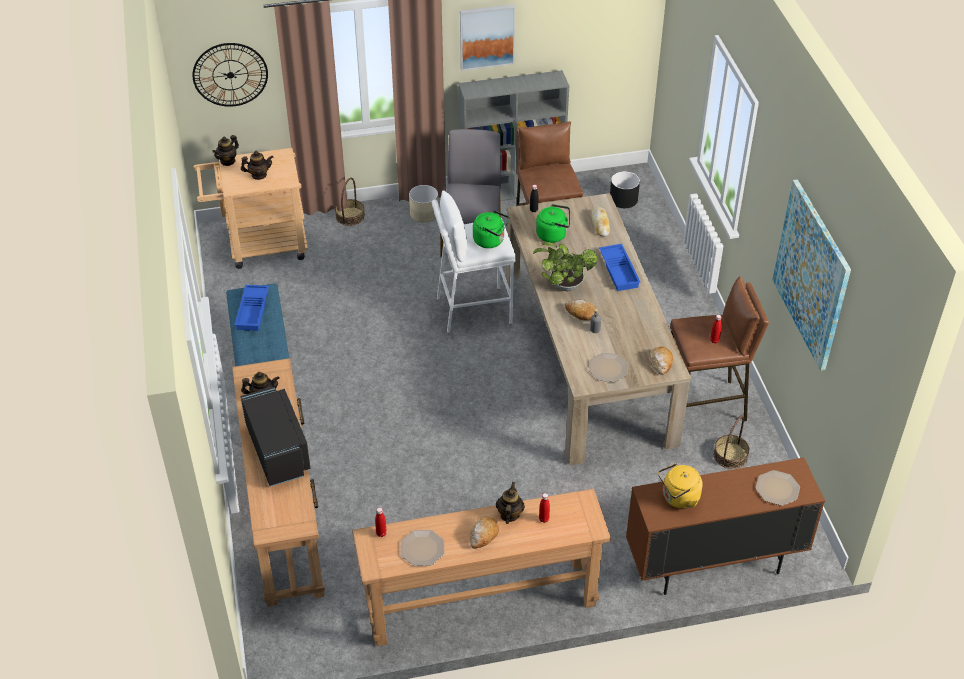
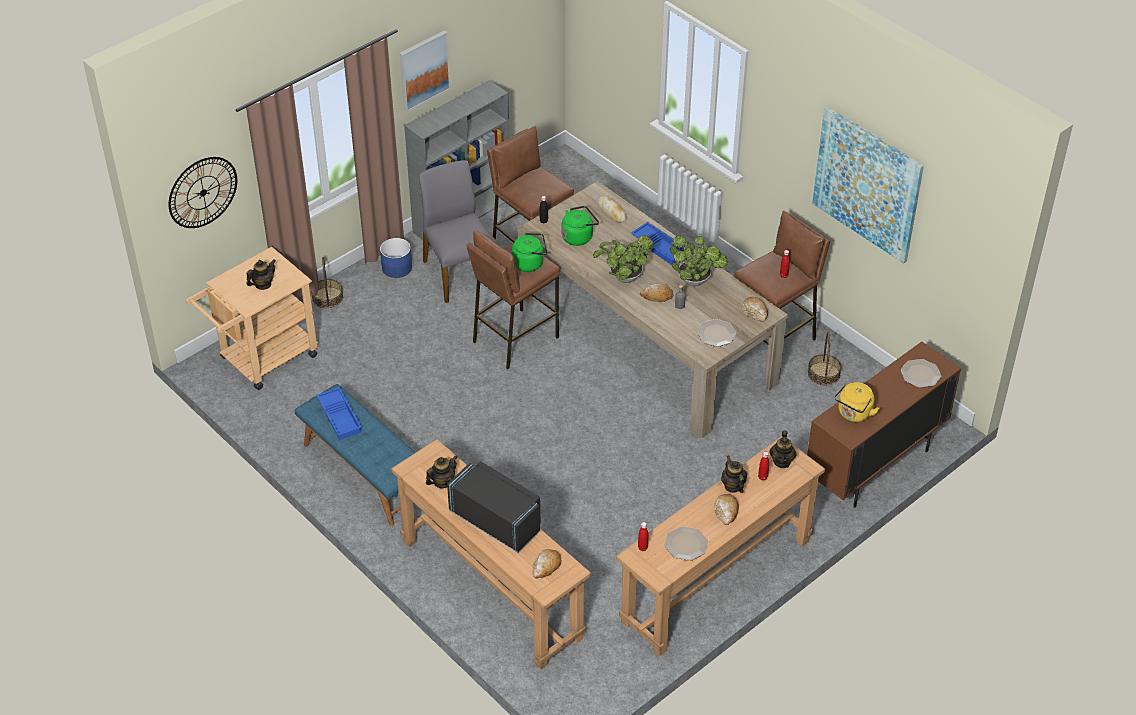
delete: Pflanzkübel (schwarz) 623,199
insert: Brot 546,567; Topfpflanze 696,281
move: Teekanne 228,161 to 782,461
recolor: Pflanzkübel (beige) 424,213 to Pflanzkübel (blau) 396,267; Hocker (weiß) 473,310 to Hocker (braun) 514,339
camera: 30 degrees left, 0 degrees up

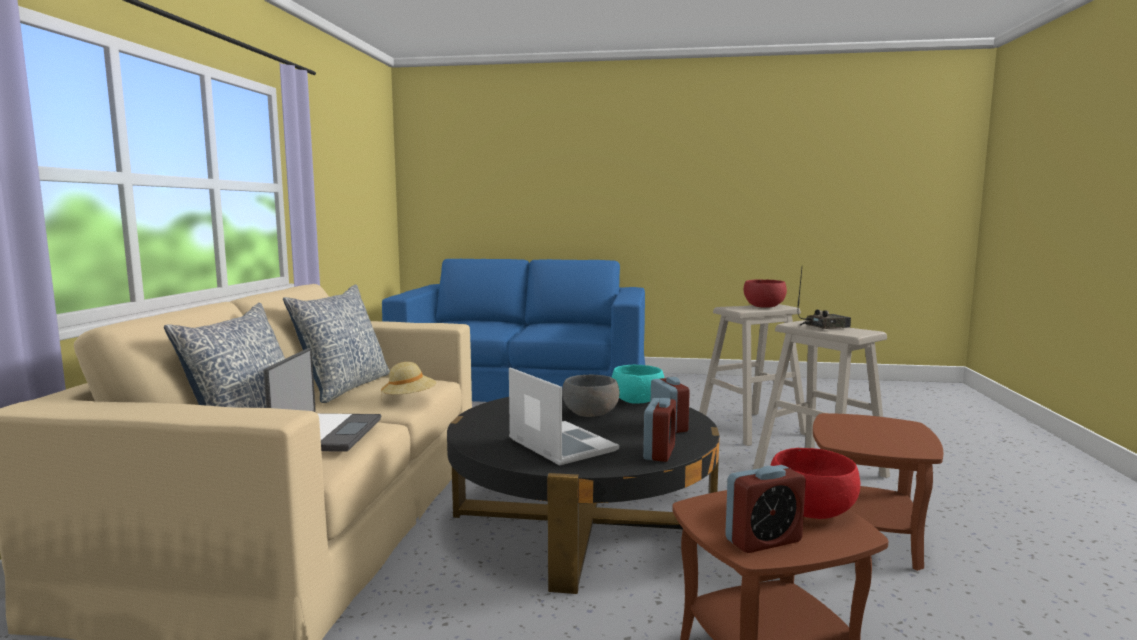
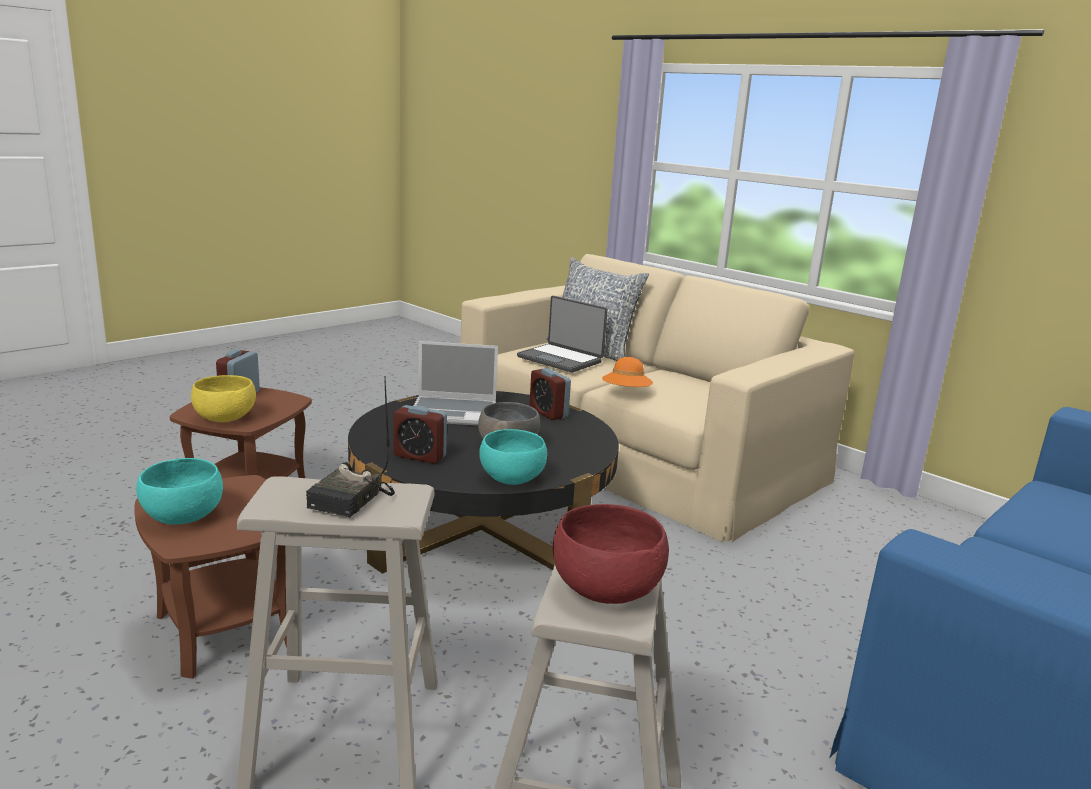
delete: Kissen 344,387
insert: Schüssel (türkis) 183,515
move: Wecker 659,453 to 548,413
recolor: Schüssel (rot) 812,510 to Schüssel (gelb) 225,418; Hut (beige) 409,399 to Hut (orange) 626,392
camera: 125 degrees right, 10 degrees up

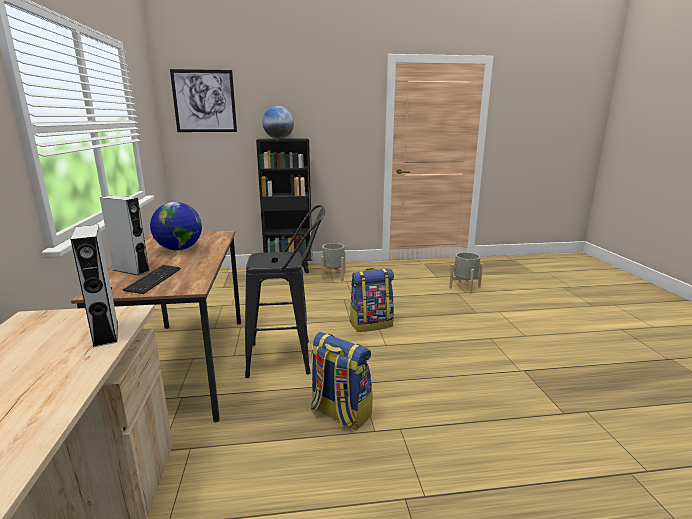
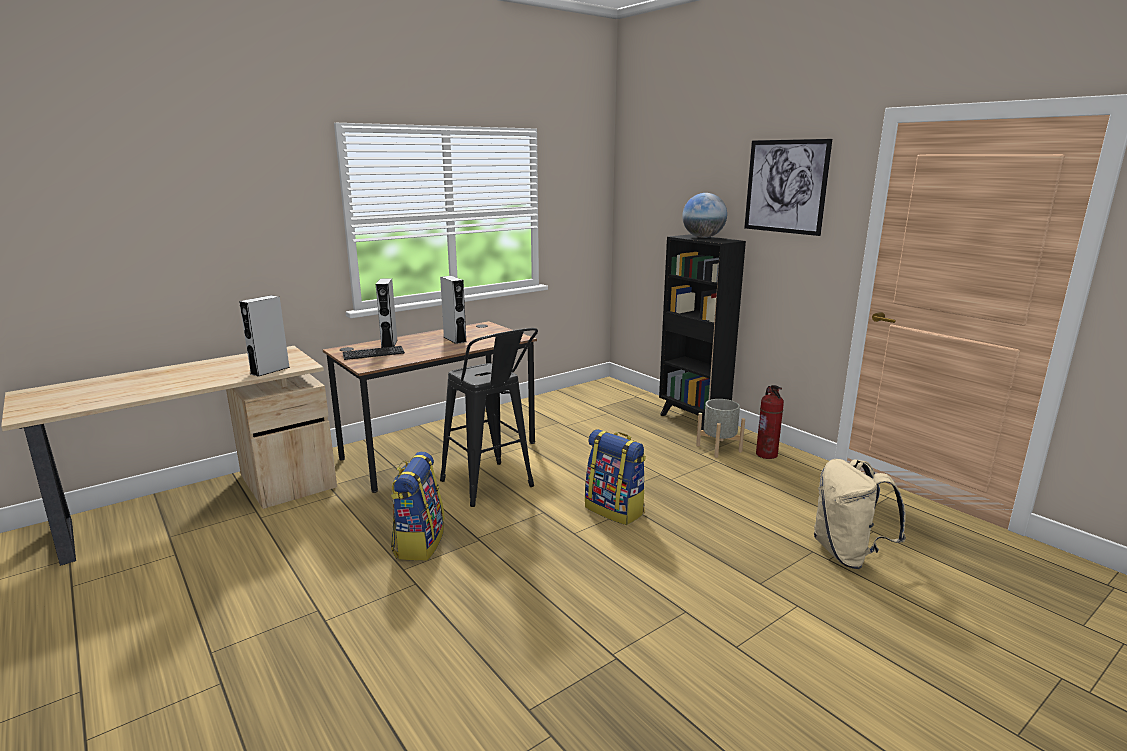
insert: Feuerlöscher 767,454
move: Bild 204,101 to 785,186
replace: Globus 179,249 to Lautsprecher (grau) 455,339; Pflanzkübel (grau) 464,287 to Rucksack (beige) 848,554
camera: 60 degrees right, 0 degrees up

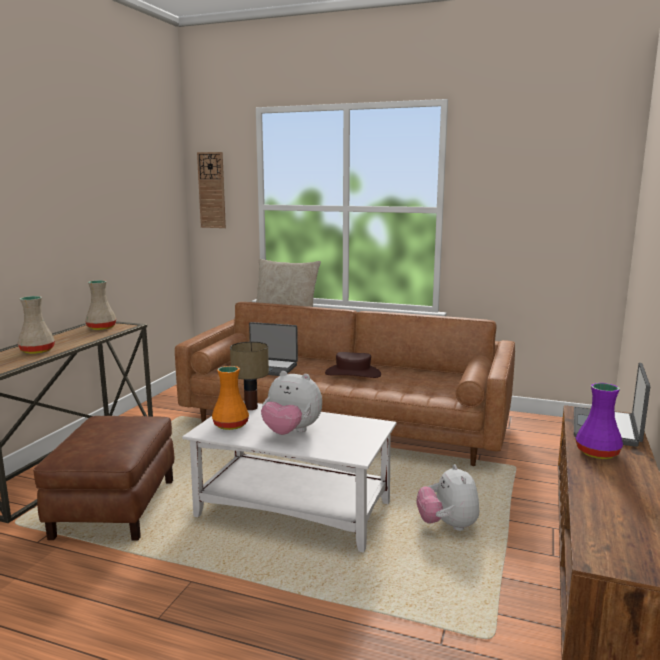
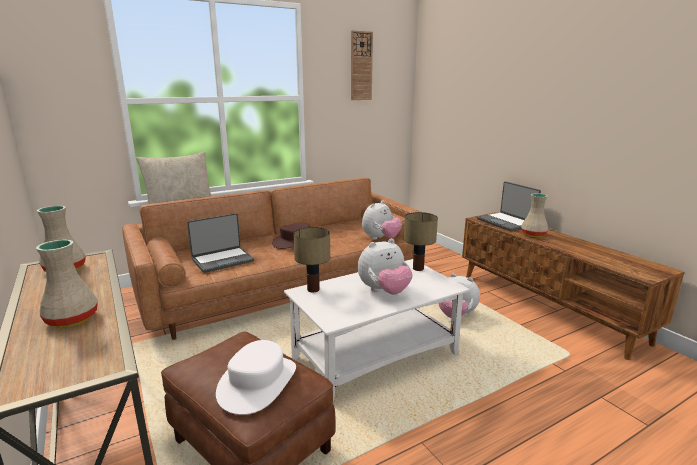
delete: Vase (orange) 230,425
insert: Hut (weiß) 257,383; Plüschtier 380,239; Tischlampe 417,269
move: Wanduhr 212,190 to 361,66
recolor: Vase (lila) 596,453 to Vase (beige) 533,235
camera: 50 degrees left, 5 degrees up

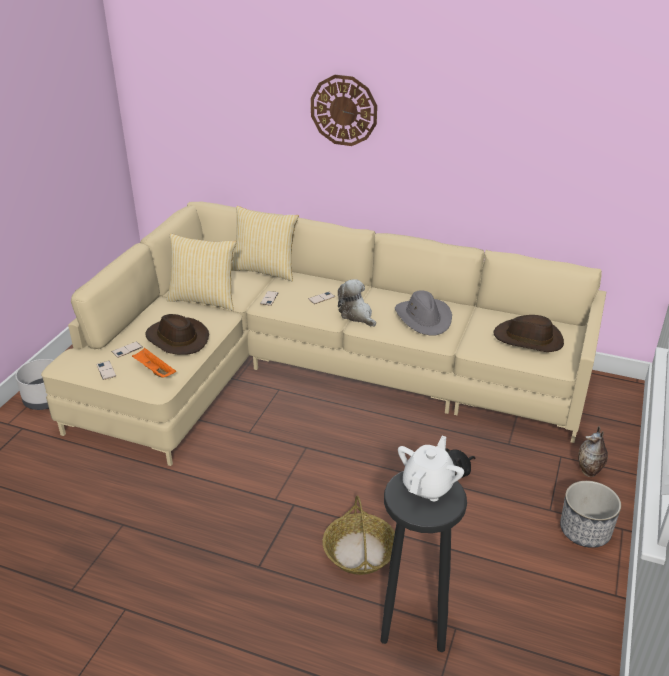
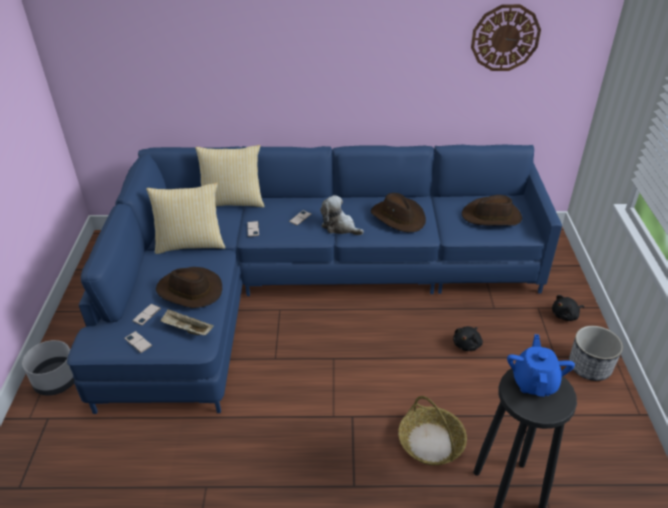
move: Wanduhr 344,110 to 505,38
replace: Vase 589,472 to Plüschtier (schwarz) 565,315
recolor: Sofa (beige) 312,370 to Sofa (blau) 299,283; Tablett (orange) 154,371 to Tablett (beige) 187,329; Hut (grau) 424,318 to Hut (braun) 398,217; Teekanne (weiß) 428,486 to Teekanne (blau) 534,382
camera: 20 degrees left, 5 degrees up

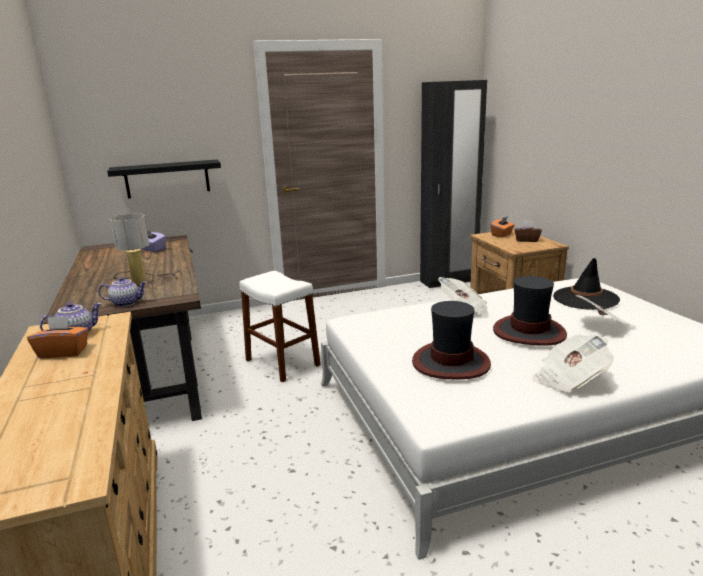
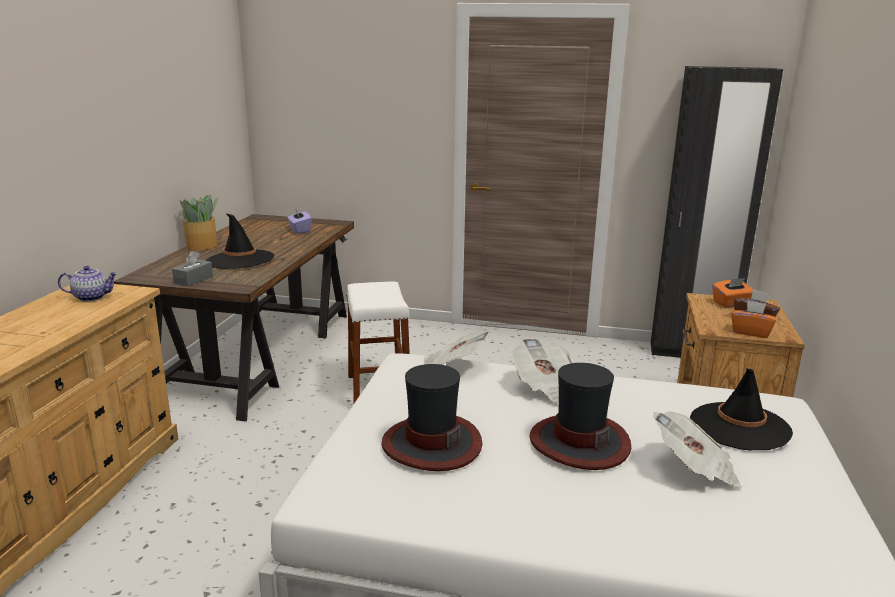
delete: Wandregal (schwarz) 167,179
insert: Topfpflanze 202,246
move: Zeitung 569,379 to 453,366; Taschentuchbox (orange) 63,352 to 750,332
replace: Teekanne 126,303 to Taschentuchbox (grau) 193,279; Tischlampe 141,280 to Hut (schwarz) 240,260
camera: 30 degrees right, 0 degrees up

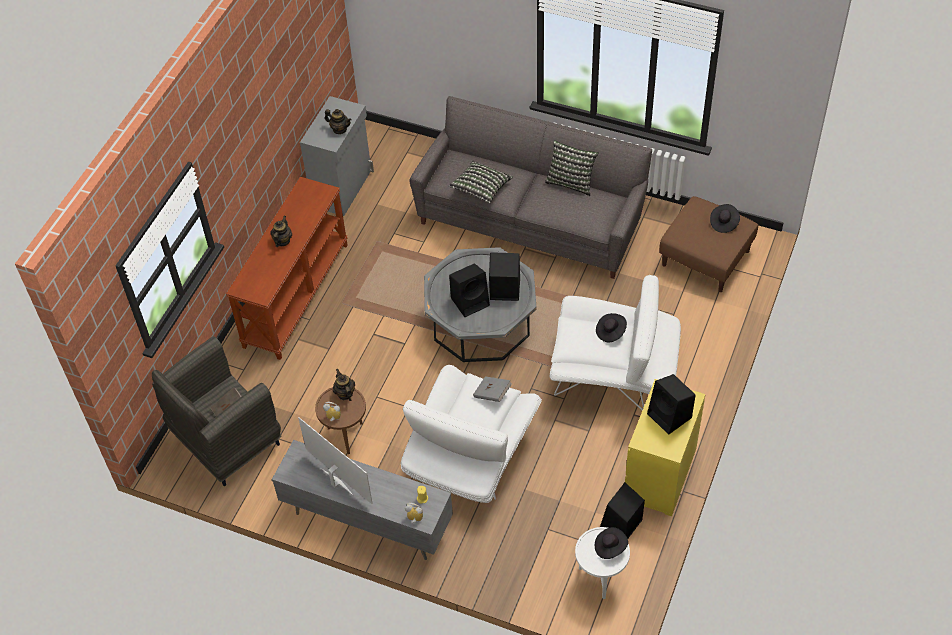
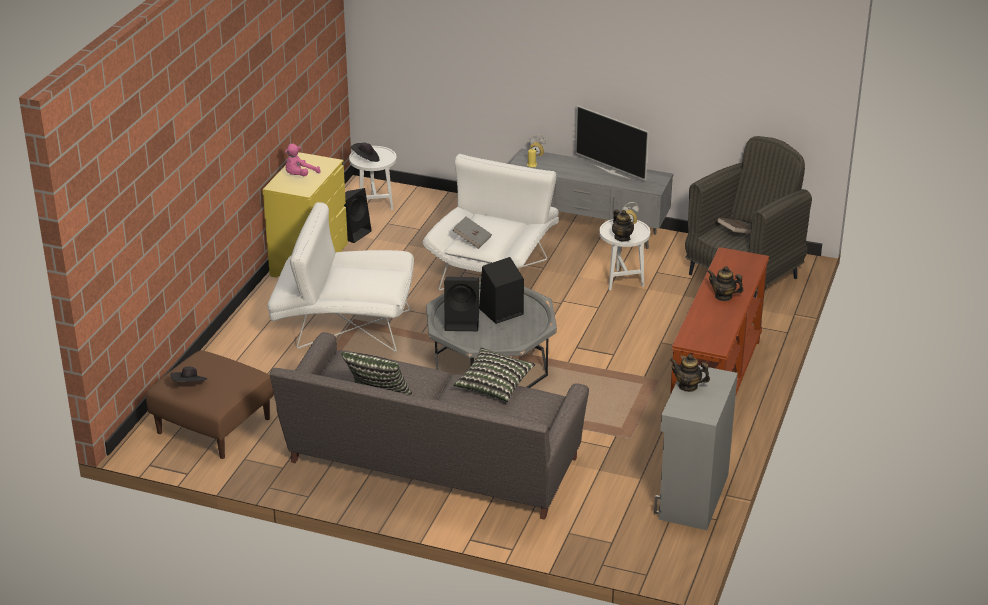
delete: Hut (schwarz) 610,332
replace: Lautsprecher (schwarz) 670,416 to Plüschtier (rosa) 300,176
recolor: Beistelltisch (braun) 346,437 to Beistelltisch (weiß) 622,280
rotate: Teekanne 282,241 = 723,296 105 degrees clockwise
camera: 175 degrees right, 20 degrees down

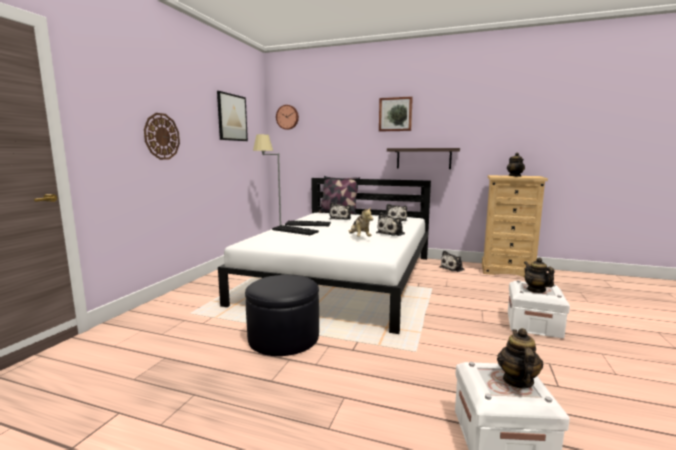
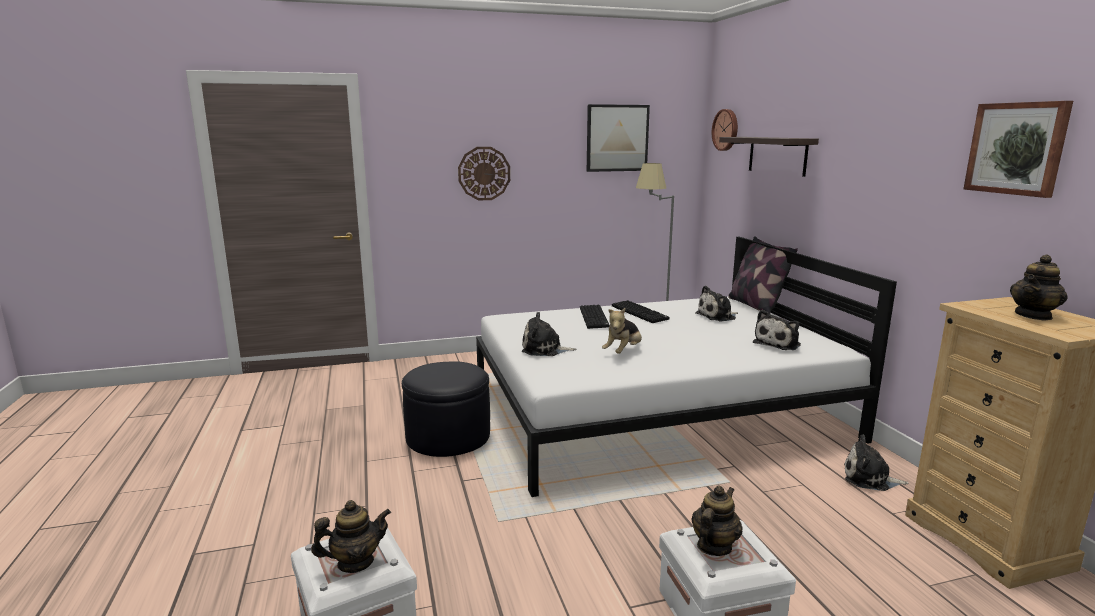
move: Plüschtier 392,233 to 544,349; Wandregal 423,158 to 777,155; Bild 395,114 to 1017,148
camera: 55 degrees right, 5 degrees up

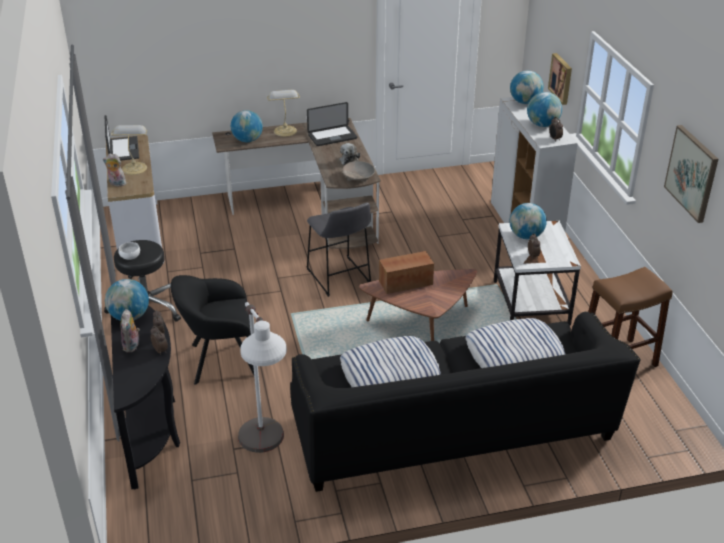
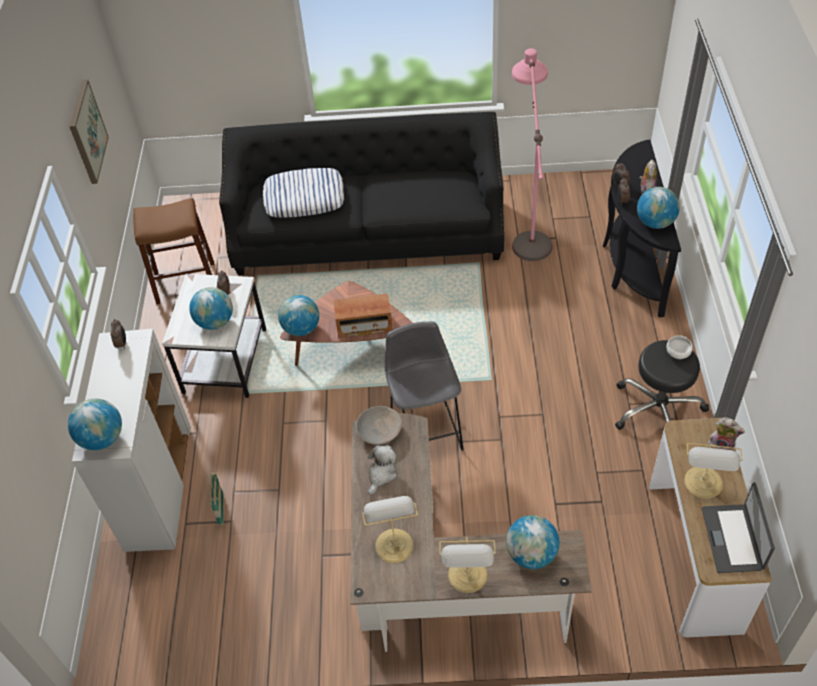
delete: Sessel (schwarz) 220,360; Kissen 389,372; Bild 561,78
insert: Korb 221,509
move: Globus 542,125 to 301,328
replace: Laptop 332,137 to Tischlampe 393,543
recolor: Stehlampe (weiß) 266,459 to Stehlampe (rosa) 528,226
camera: 165 degrees left, 15 degrees up

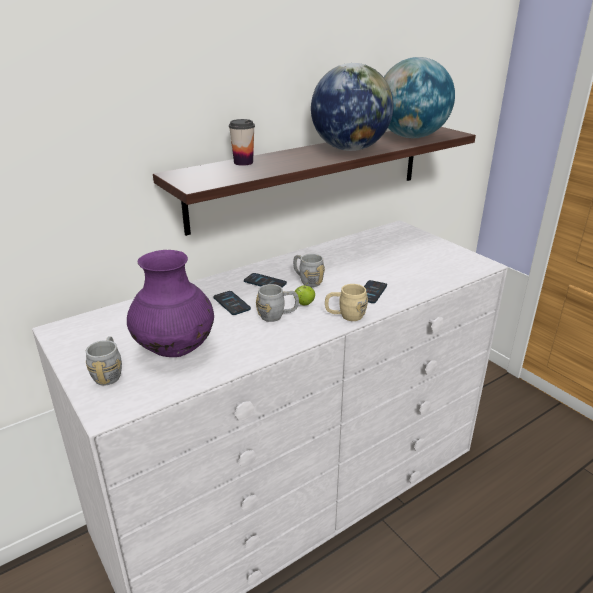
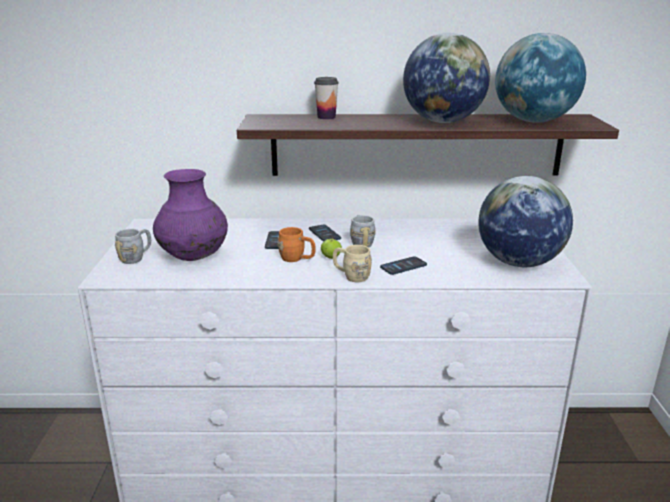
insert: Globus 518,262
recolor: Henkelbecher (grau) 277,316 to Henkelbecher (orange) 297,259
camera: 35 degrees right, 5 degrees down

